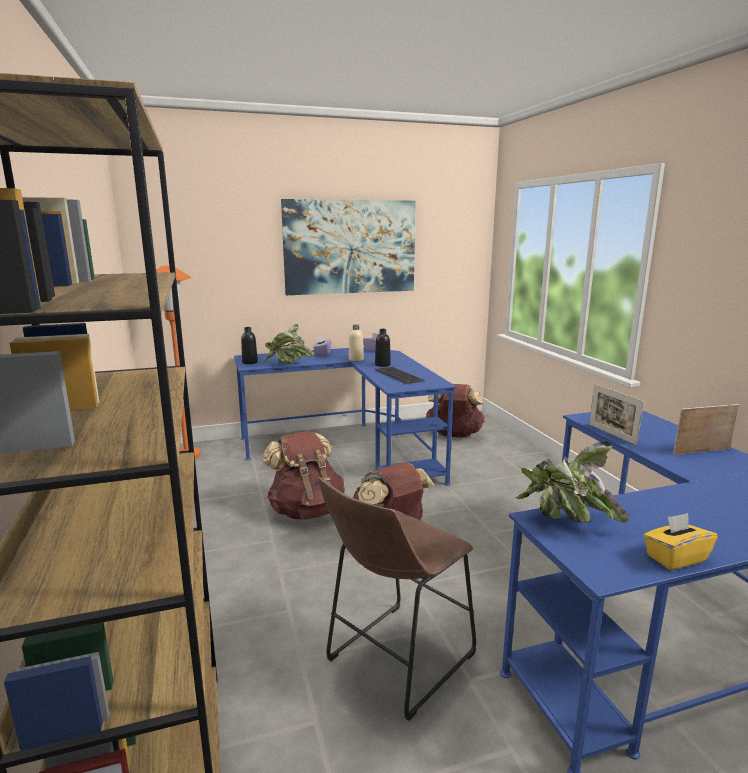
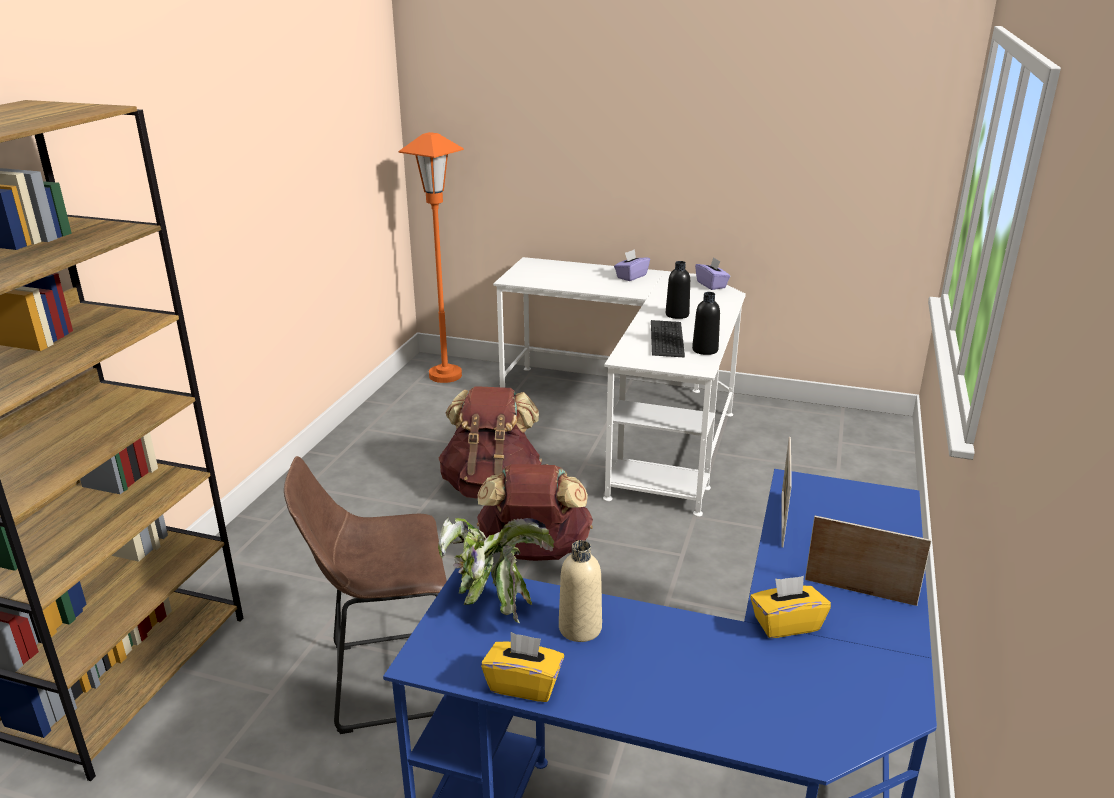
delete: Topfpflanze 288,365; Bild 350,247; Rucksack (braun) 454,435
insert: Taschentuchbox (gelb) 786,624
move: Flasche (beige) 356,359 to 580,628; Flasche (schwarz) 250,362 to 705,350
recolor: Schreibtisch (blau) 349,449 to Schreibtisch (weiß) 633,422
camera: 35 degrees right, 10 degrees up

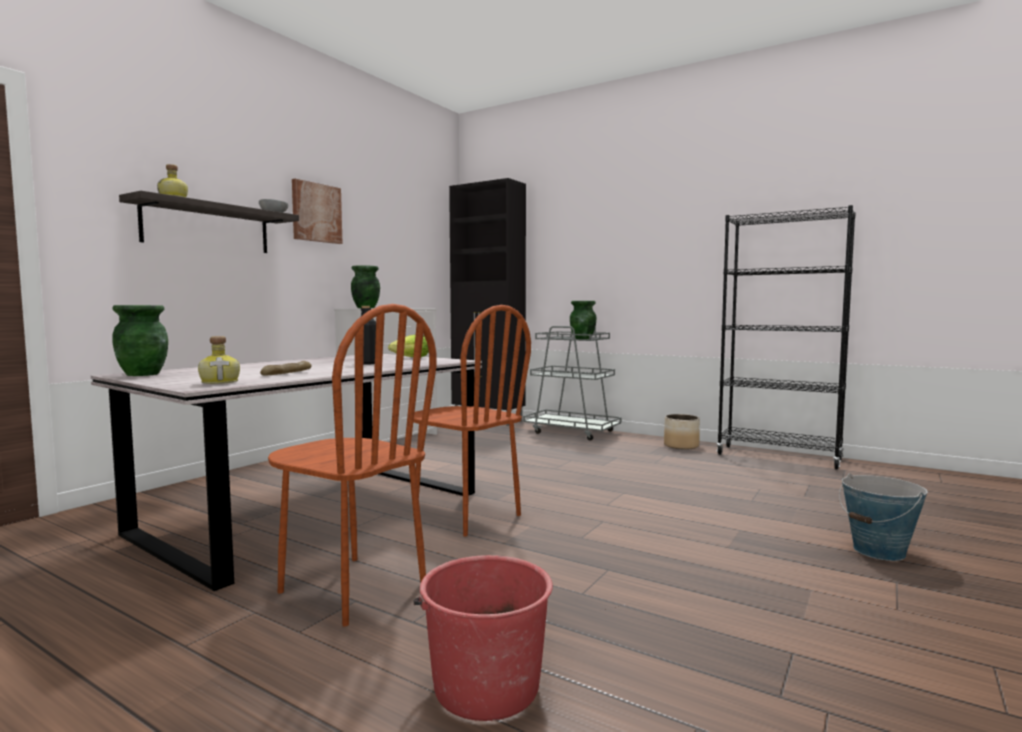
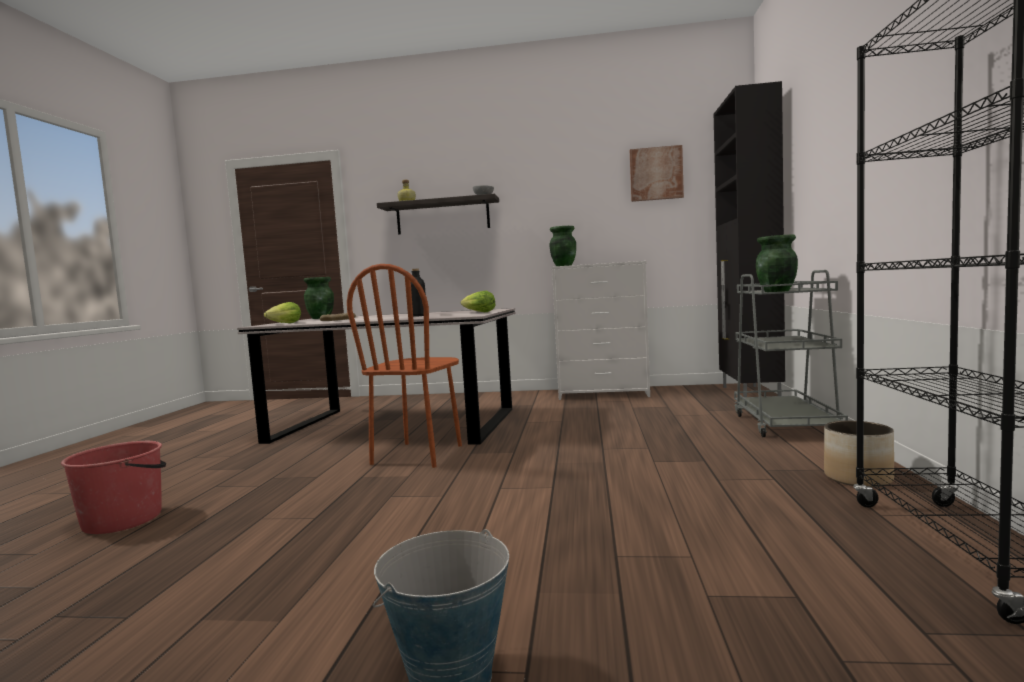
delete: Stuhl (braun) 352,588
move: Bild 316,213 to 656,174
replace: Flasche 221,382 to Salatkopf 285,323
camera: 65 degrees right, 0 degrees up

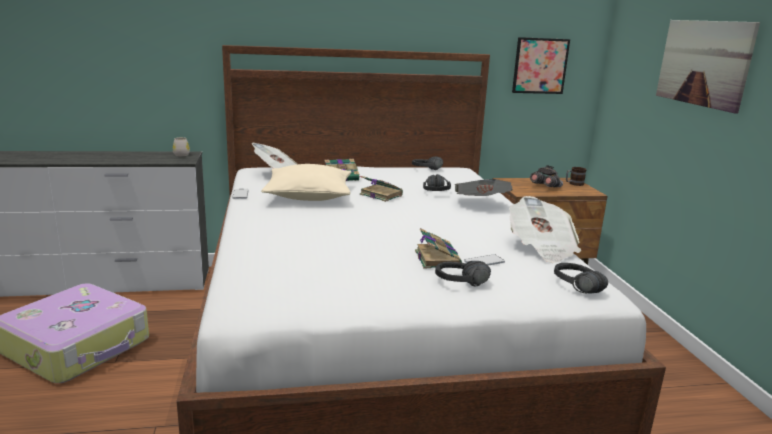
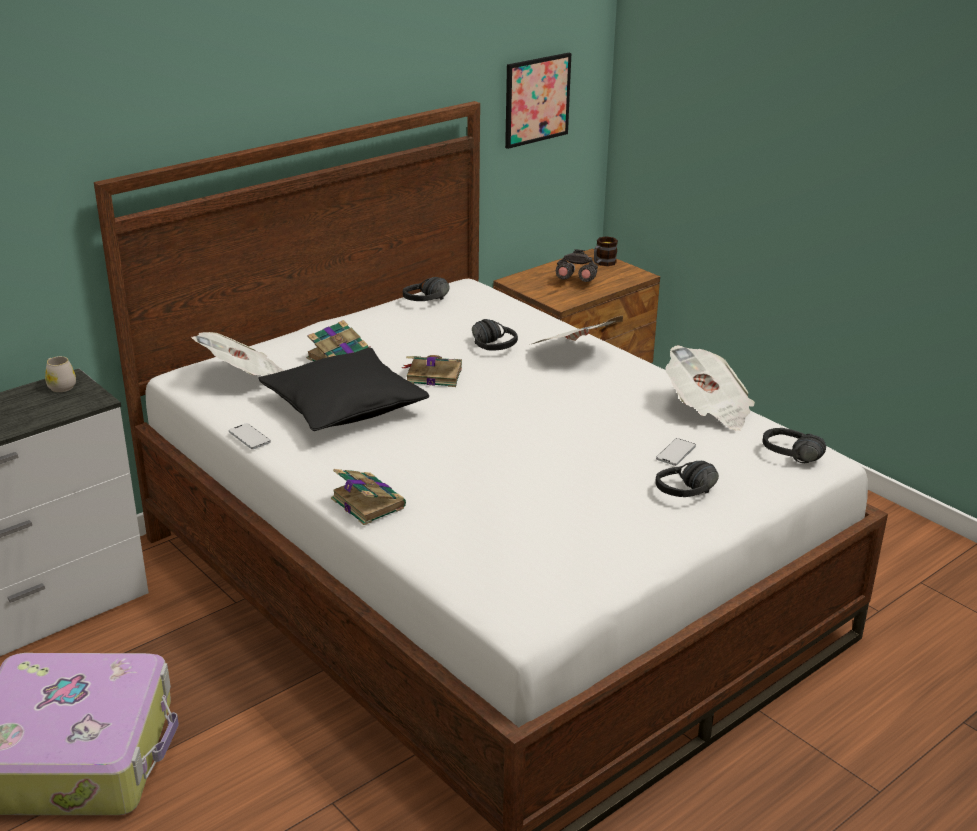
delete: Bild 703,63
move: Buch 437,258 to 367,502
recolor: Kissen (beige) 309,195 to Kissen (schwarz) 344,408
camera: 30 degrees left, 10 degrees up

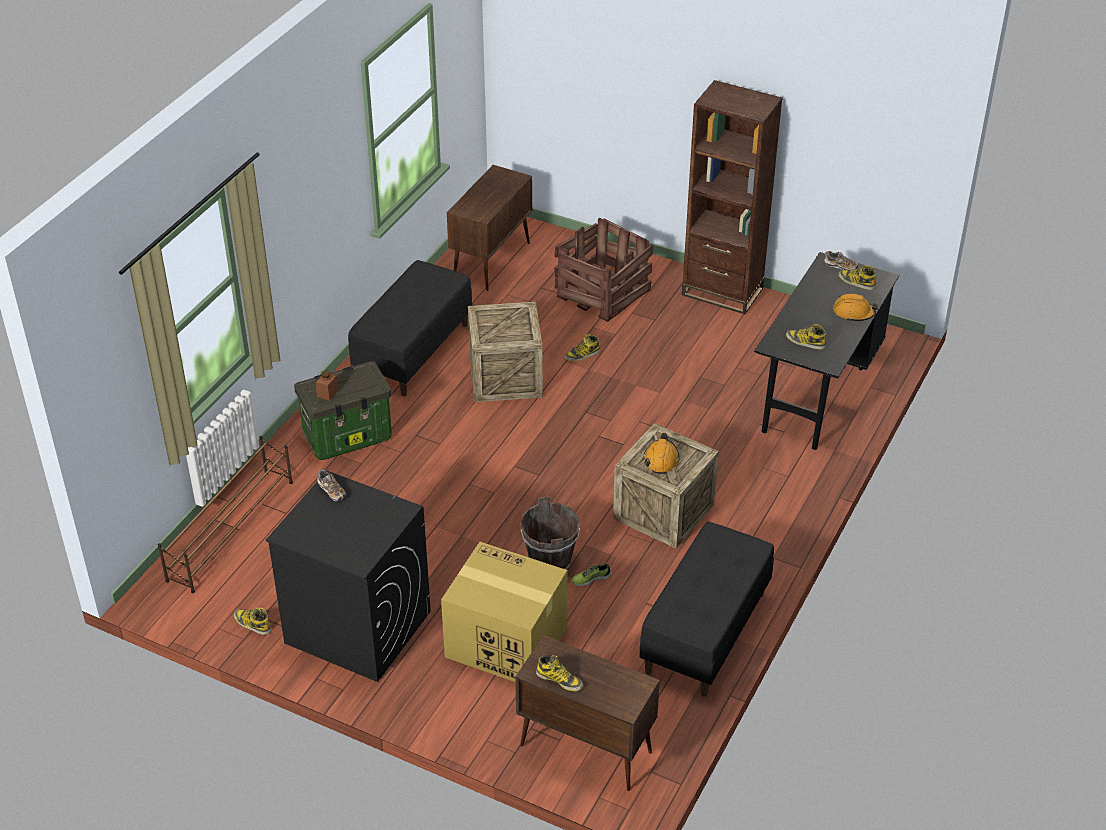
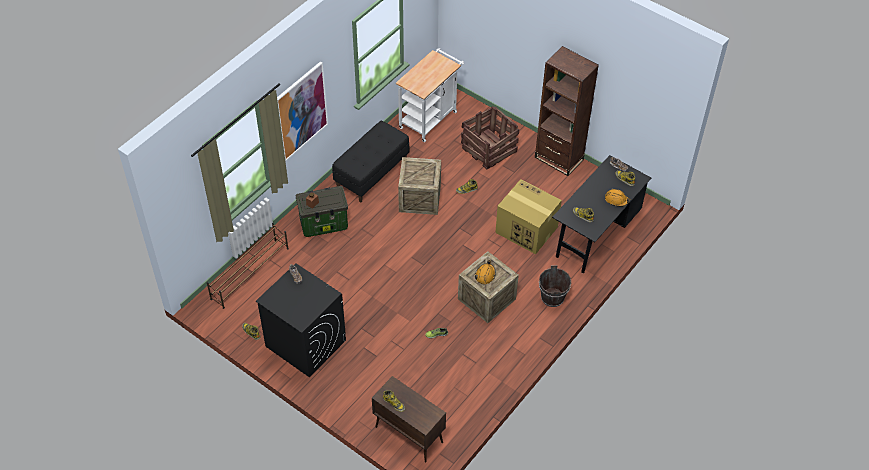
delete: Bank (schwarz) 705,633
insert: Bild 301,111
move: Karton 504,642 to 525,229; Eimer (braun) 549,561 to 552,298
replace: Schrank (braun) 492,261 to Rollwagen (weiß) 430,117
camera: 10 degrees right, 10 degrees up

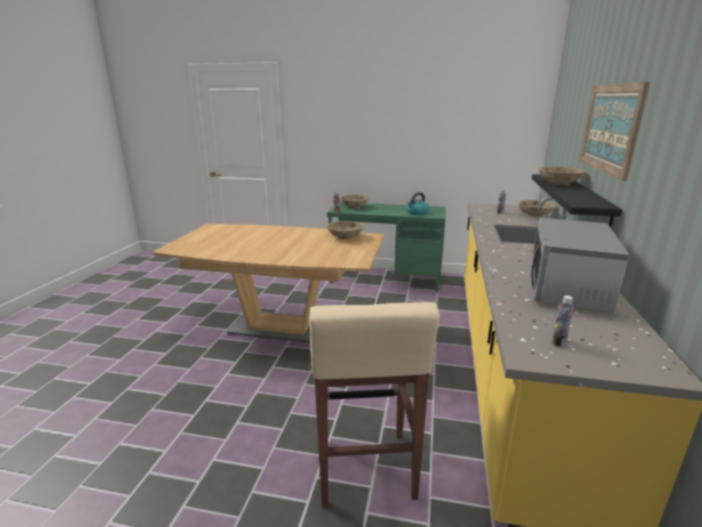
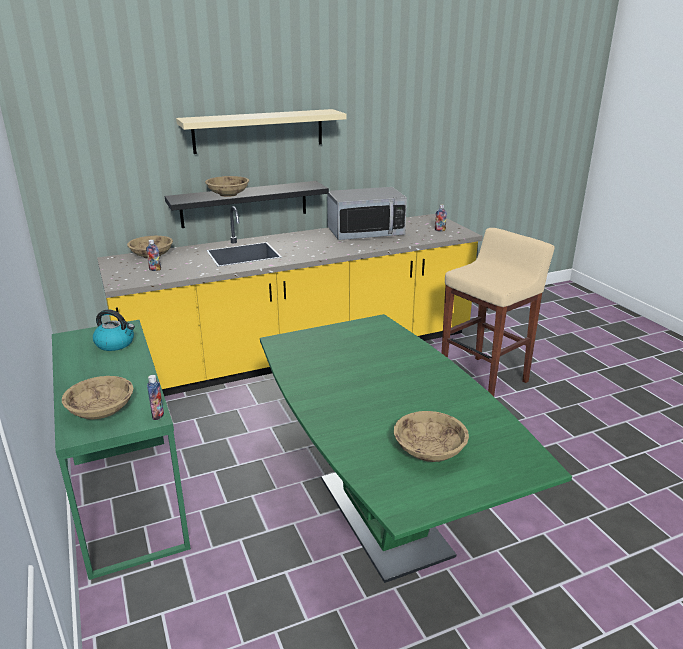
move: Schüssel (beige) 345,237 to 429,451
replace: Bild 610,128 to Wandregal (beige) 258,131
recolor: Esstisch (braun) 281,327 to Esstisch (grün) 383,515
camera: 125 degrees left, 5 degrees up

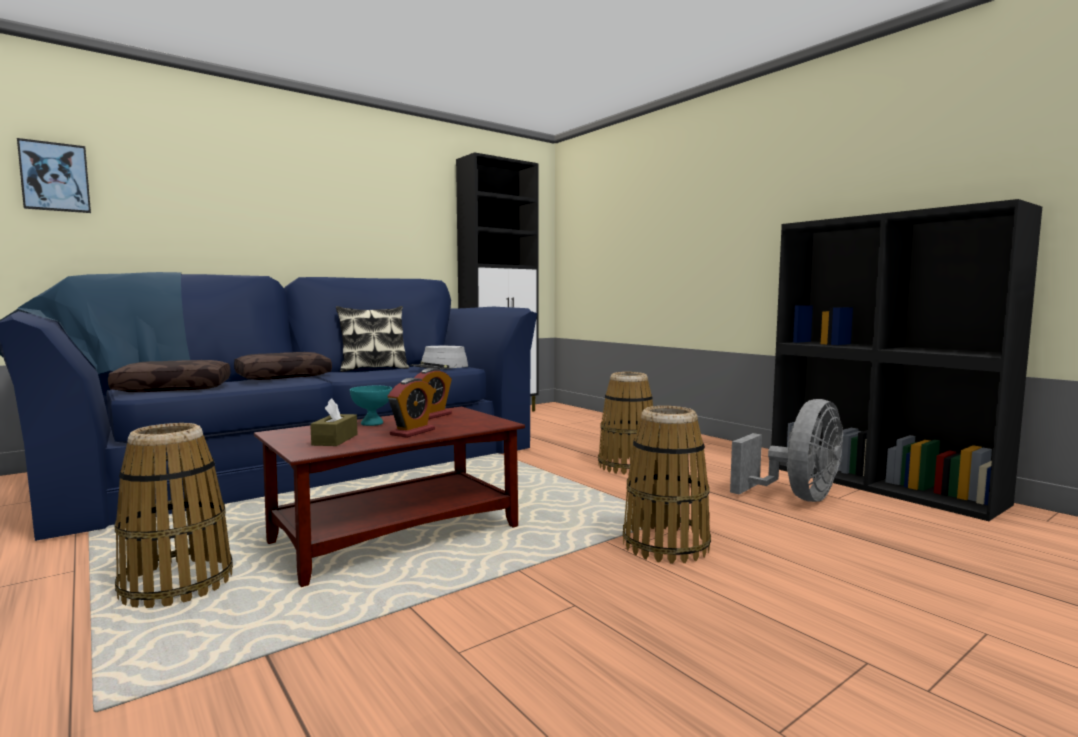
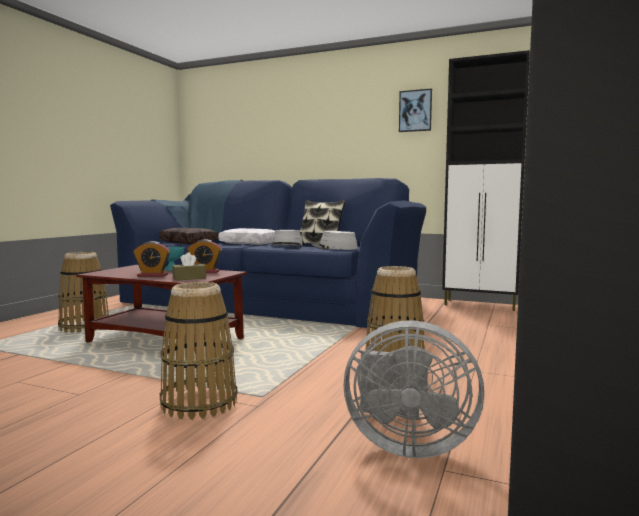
insert: Hut (grau) 286,245
move: Taschentuchbox (braun) 335,440 to 189,278; Bild 55,177 to 415,111
recolor: Kissen (braun) 283,376 to Kissen (weiß) 250,243
camera: 60 degrees right, 0 degrees up

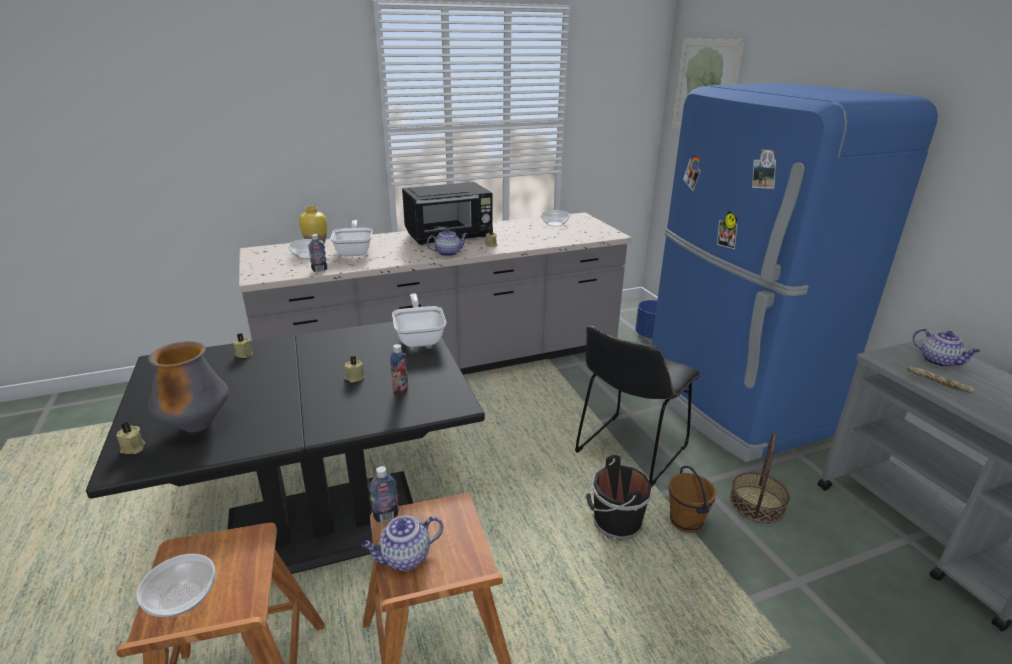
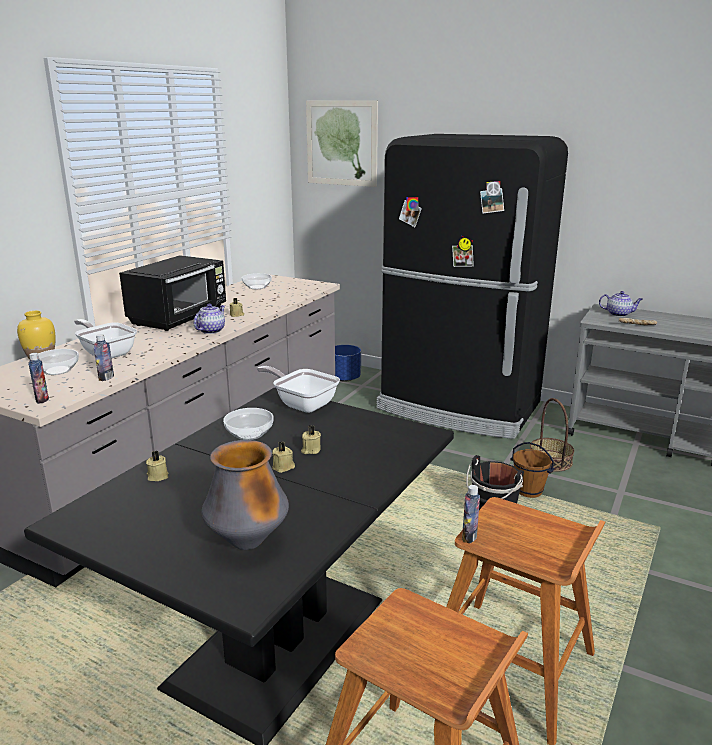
delete: Teekanne 404,558; Stuhl (schwarz) 628,452
move: Flasche 400,390 to 42,400; Schüssel 182,597 to 248,434; Kerze (beige) 133,448 to 283,467
recolor: Kühlschrank (blau) 729,404 to Kühlschrank (schwarz) 459,407
camera: 40 degrees left, 5 degrees down

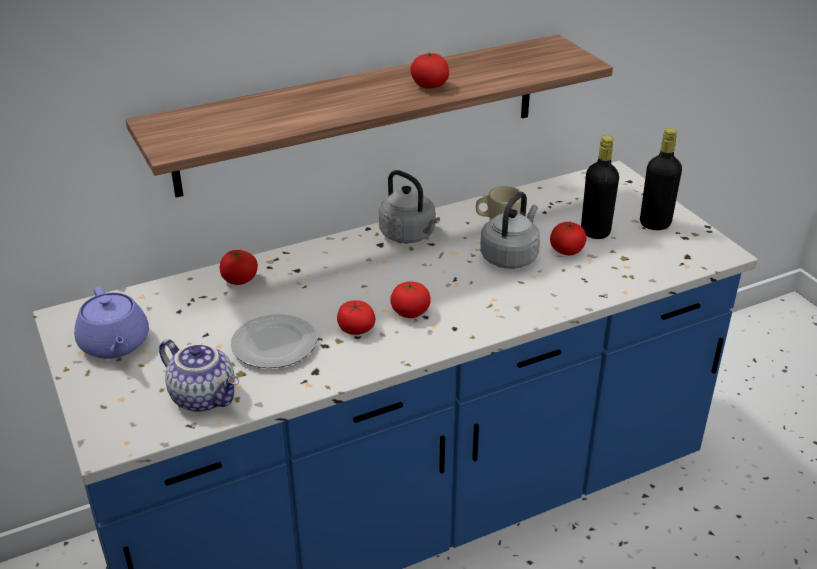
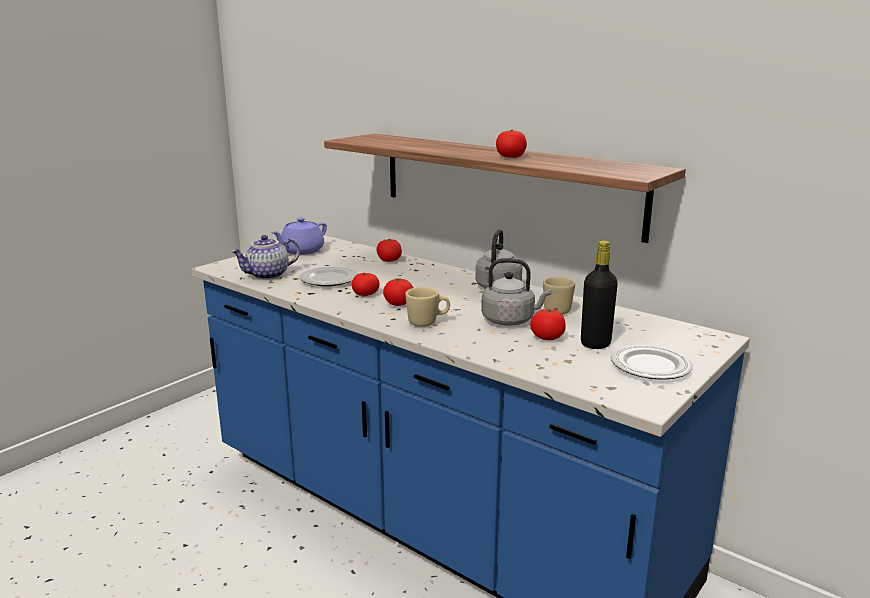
insert: Henkelbecher (beige) 428,323
replace: Flasche (schwarz) 655,224 to Teller 650,366
rotate: Teekanne 205,397 = 268,275 45 degrees clockwise
camera: 65 degrees right, 15 degrees down

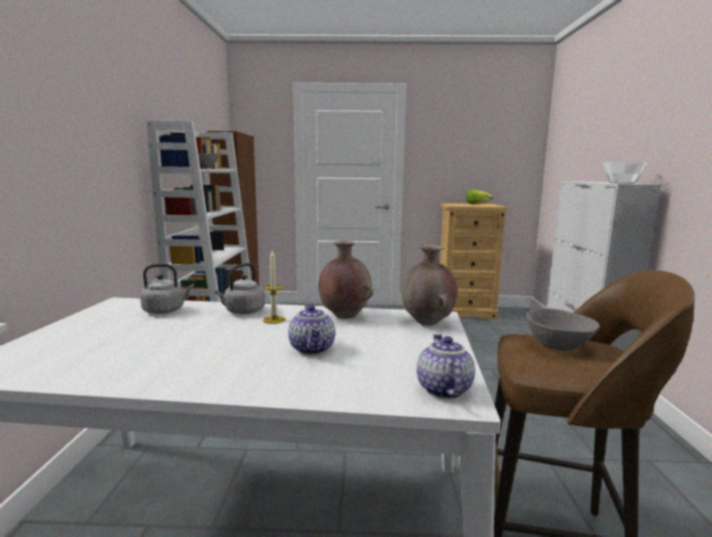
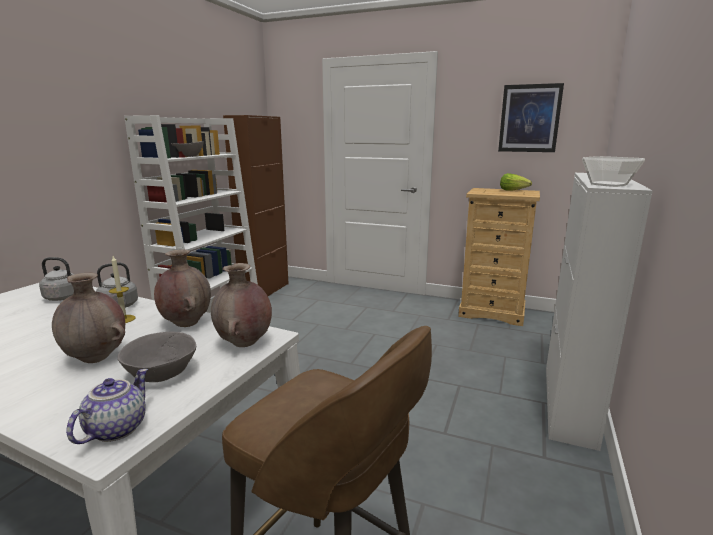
insert: Bild 529,118
move: Schüssel (grau) 558,346 to 160,374
replace: Teekanne 313,349 to Vase (braun) 97,358
camera: 20 degrees right, 5 degrees up

